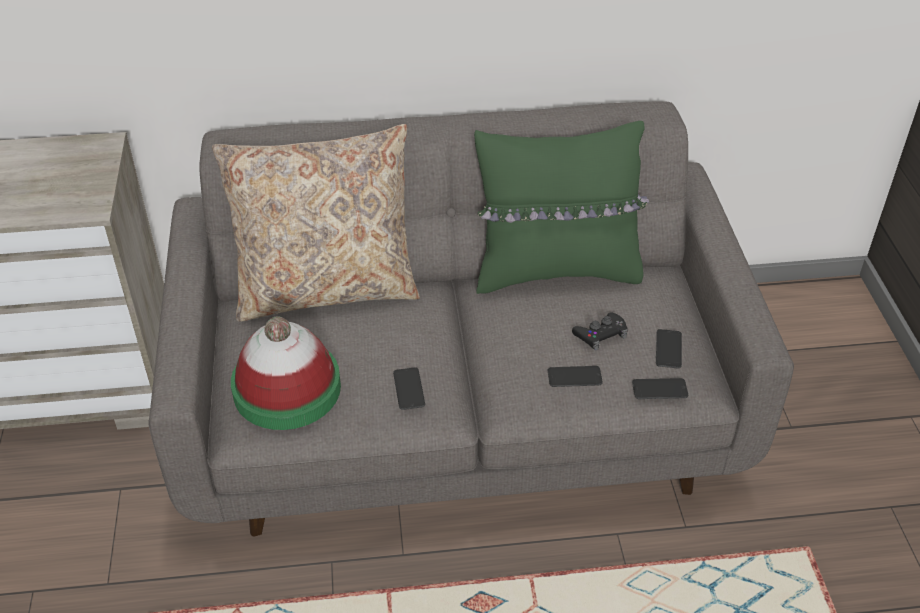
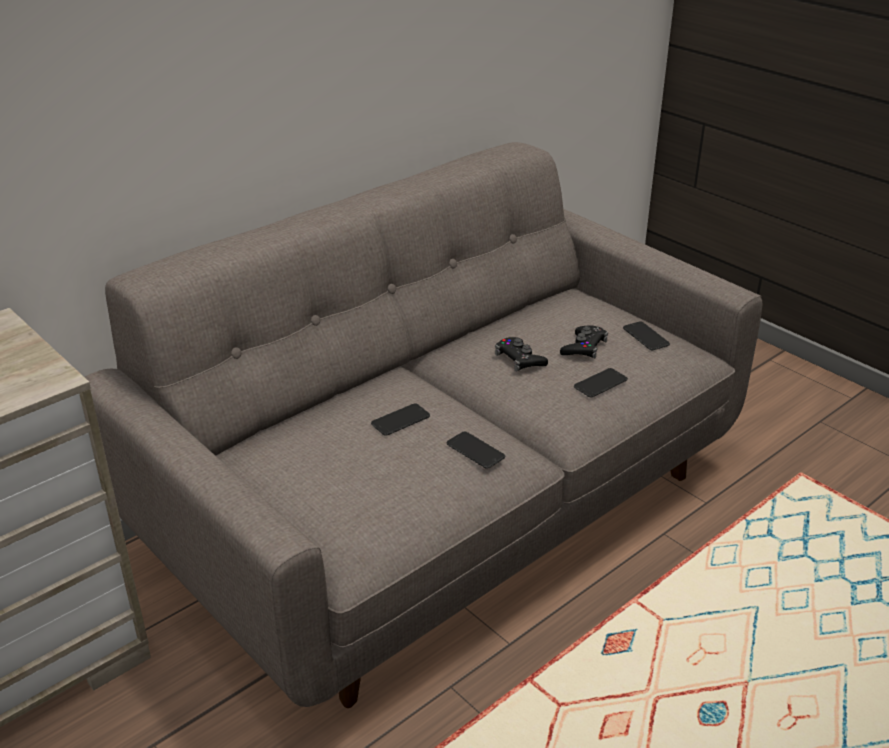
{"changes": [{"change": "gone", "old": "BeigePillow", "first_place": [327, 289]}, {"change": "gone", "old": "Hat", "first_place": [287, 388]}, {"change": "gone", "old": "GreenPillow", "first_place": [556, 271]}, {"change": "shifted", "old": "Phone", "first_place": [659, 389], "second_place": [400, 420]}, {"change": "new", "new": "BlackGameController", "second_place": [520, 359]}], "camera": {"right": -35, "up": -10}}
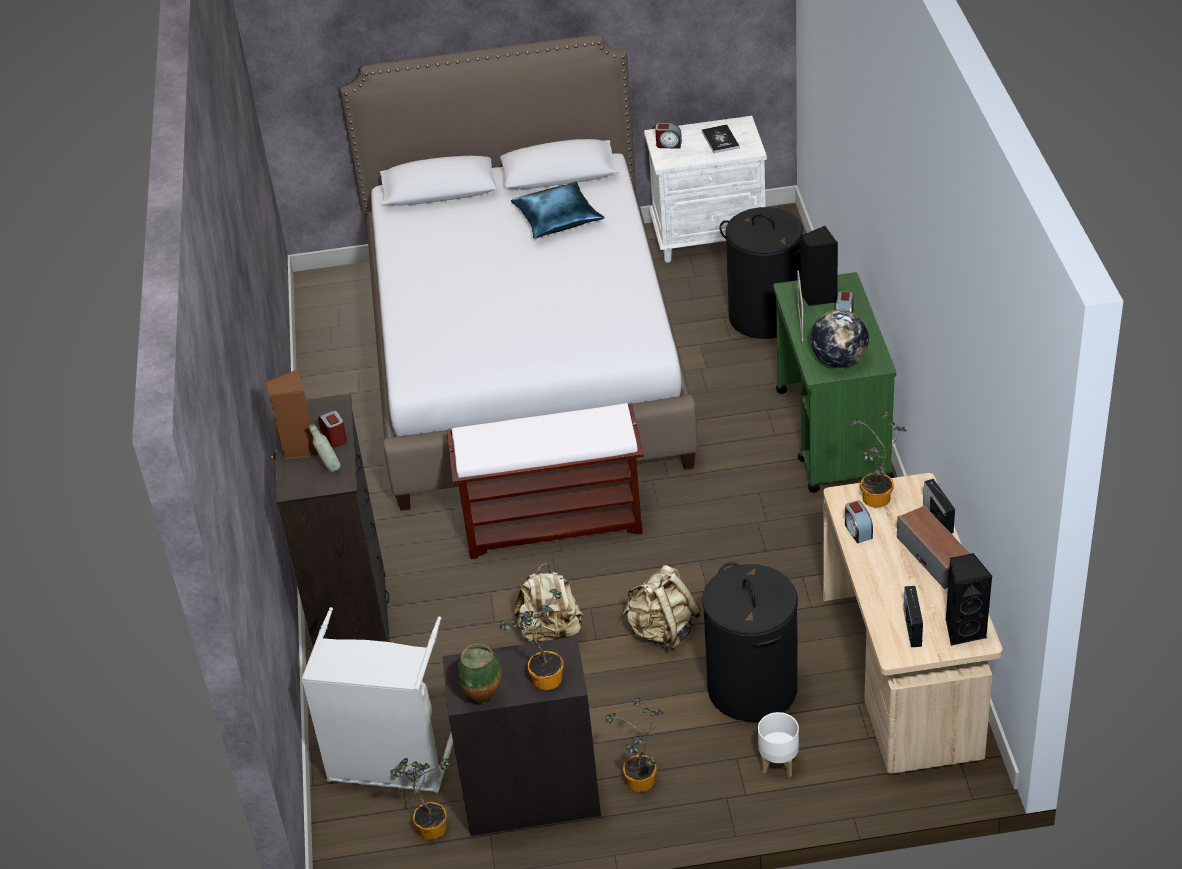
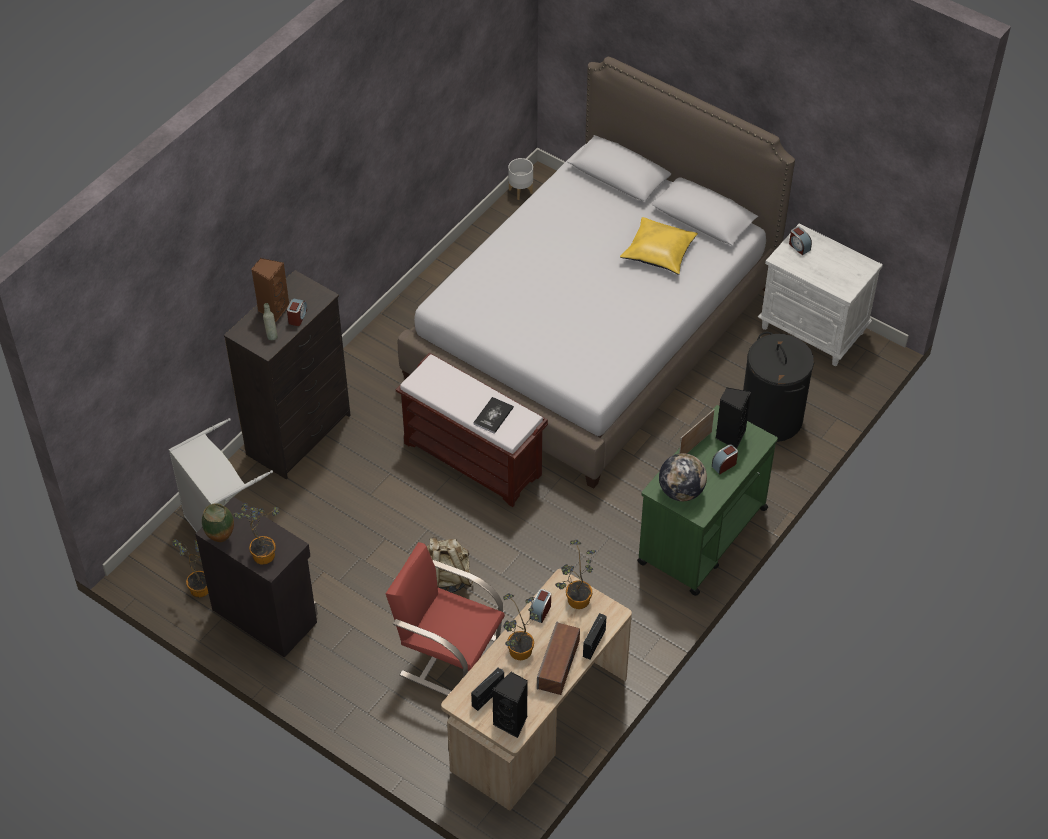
{"changes": [{"change": "repainted", "old": "BluePillow", "new": "YellowPillow", "first_place": [558, 219], "second_place": [659, 252]}, {"change": "gone", "old": "BeigeBackpack", "first_place": [551, 634]}, {"change": "shifted", "old": "PottedPlant", "first_place": [641, 784], "second_place": [518, 653]}, {"change": "shifted", "old": "Book", "first_place": [720, 140], "second_place": [493, 416]}, {"change": "swapped", "old": "BlackLaundryBasket", "new": "RedChair", "first_place": [752, 688], "second_place": [448, 655]}, {"change": "shifted", "old": "WhitePlanter", "first_place": [779, 763], "second_place": [521, 191]}], "camera": {"right": 40, "up": 10}}
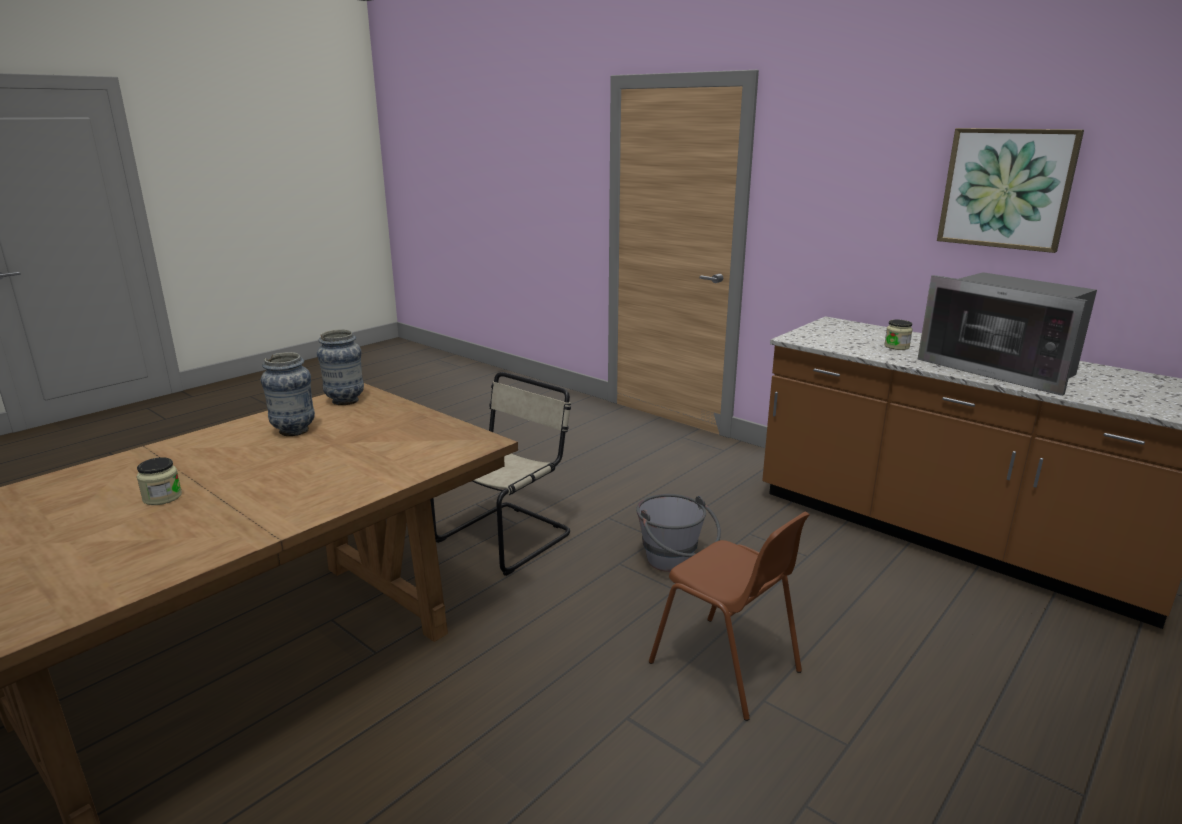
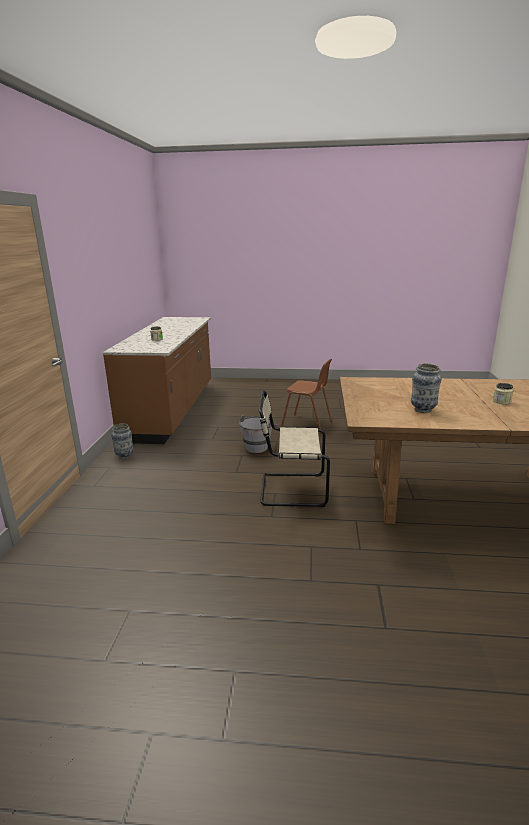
{"changes": [{"change": "shifted", "old": "Vase", "first_place": [345, 401], "second_place": [124, 456]}, {"change": "rotated", "old": "BrownChair", "first_place": [726, 668], "second_place": [307, 424], "degrees": 105}, {"change": "gone", "old": "Microwave", "first_place": [1002, 369]}, {"change": "gone", "old": "Picture", "first_place": [1006, 188]}], "camera": {"right": -125, "up": 0}}
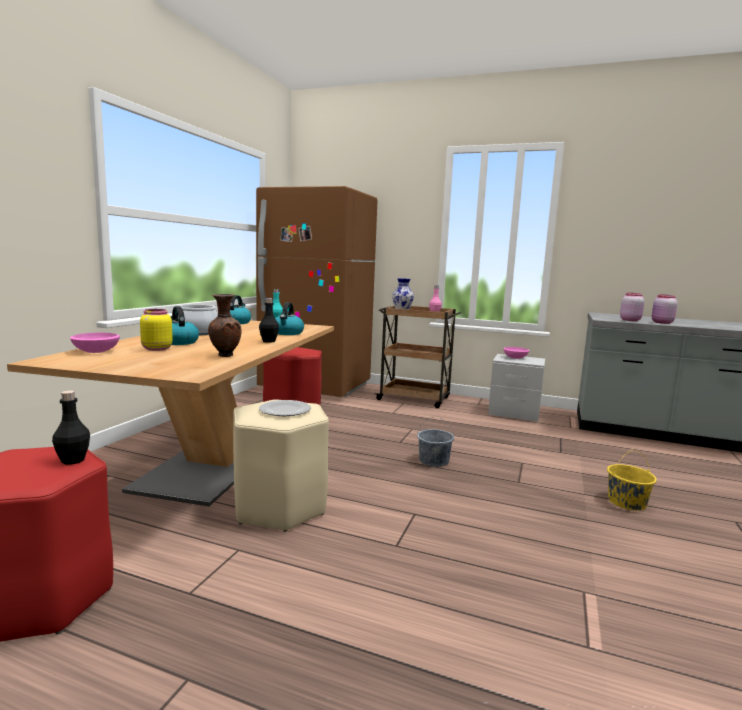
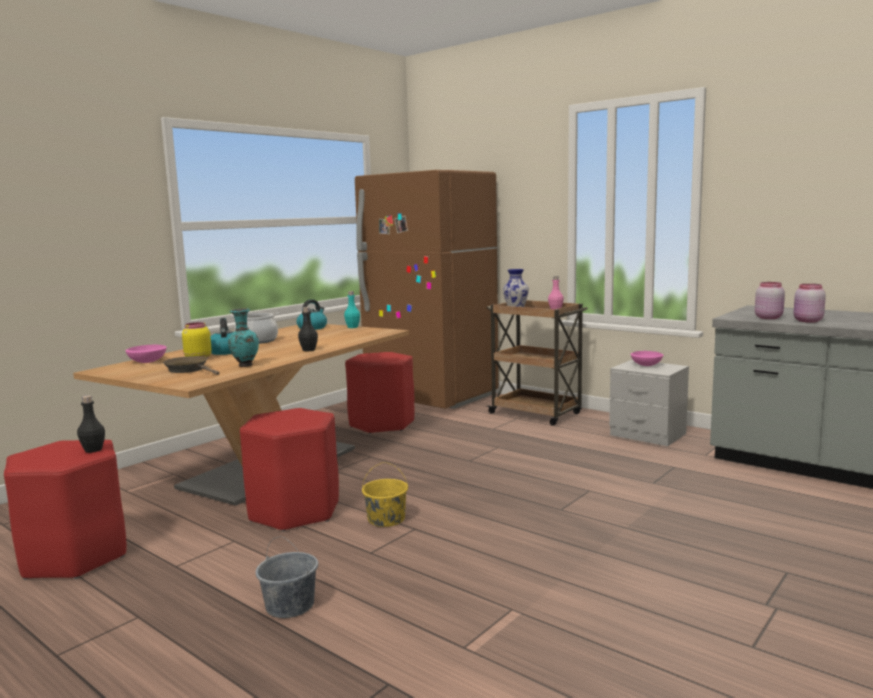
{"changes": [{"change": "repainted", "old": "BrownVase", "new": "TurquoiseVase", "first_place": [224, 355], "second_place": [244, 366]}, {"change": "repainted", "old": "BeigeStool", "new": "RedStool", "first_place": [280, 507], "second_place": [294, 512]}, {"change": "gone", "old": "Plate", "first_place": [285, 410]}, {"change": "gone", "old": "Kettle", "first_place": [287, 333]}, {"change": "shifted", "old": "GreyBucket", "first_place": [434, 461], "second_place": [290, 606]}, {"change": "shifted", "old": "YellowBucket", "first_place": [626, 502], "second_place": [386, 519]}, {"change": "new", "new": "BrownFryingPan", "second_place": [189, 370]}], "camera": {"right": 20, "up": 0}}
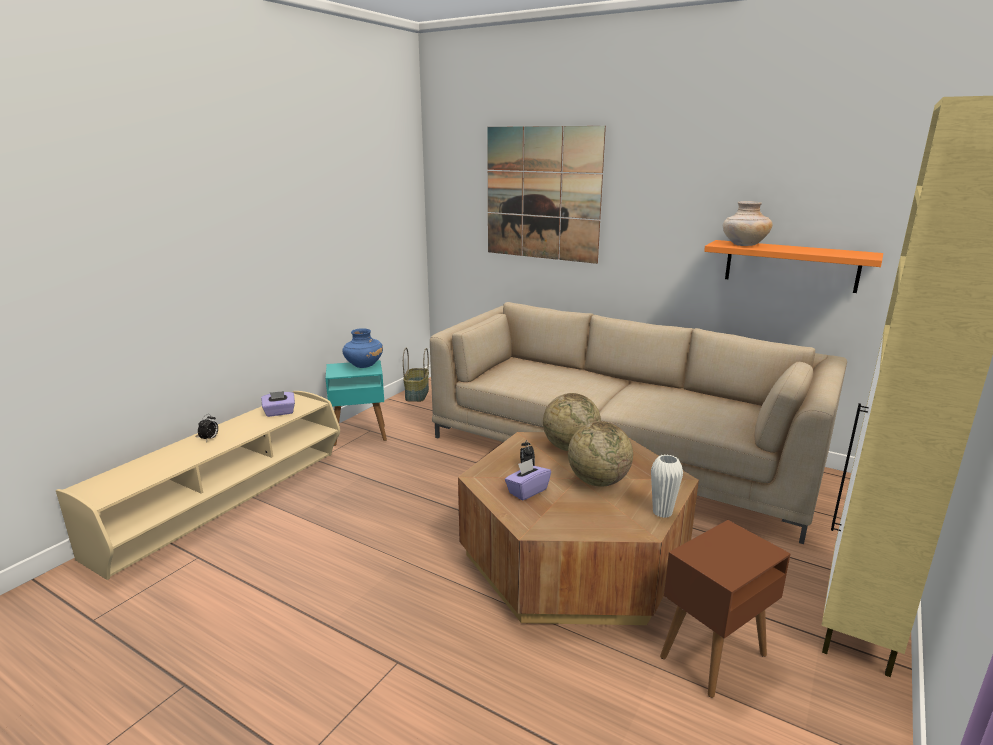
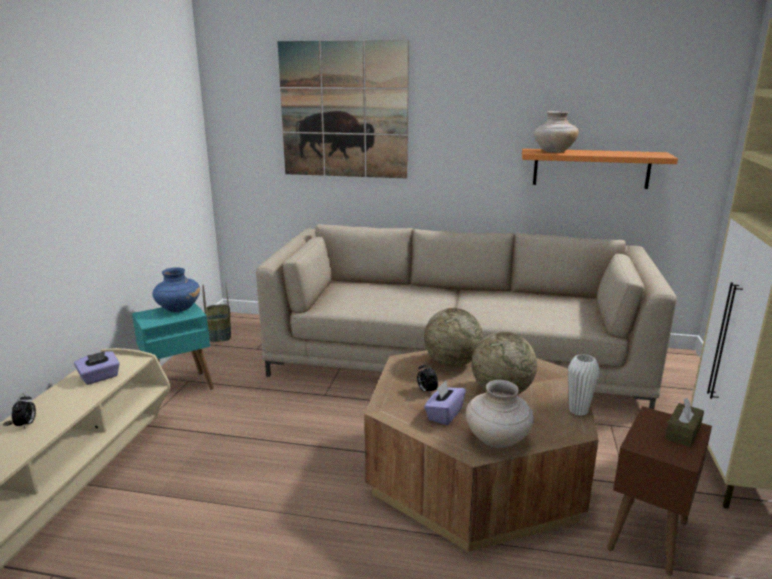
{"changes": [{"change": "new", "new": "BeigeVase", "second_place": [497, 440]}, {"change": "new", "new": "BrownTissueBox", "second_place": [682, 433]}], "camera": {"right": -20, "up": 0}}
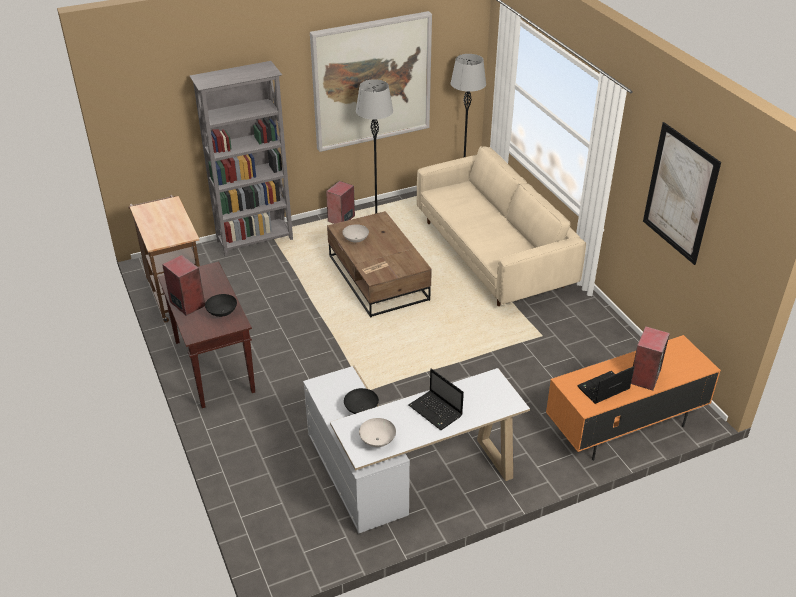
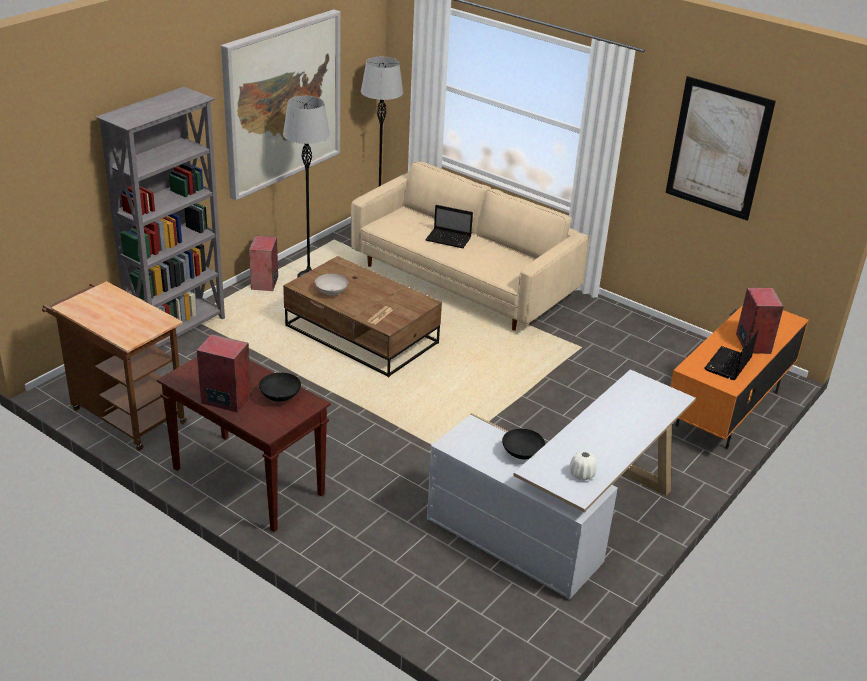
{"changes": [{"change": "swapped", "old": "WhiteBowl", "new": "WhiteVase", "first_place": [378, 441], "second_place": [582, 474]}, {"change": "shifted", "old": "Laptop", "first_place": [436, 411], "second_place": [449, 239]}], "camera": {"right": -30, "up": -5}}
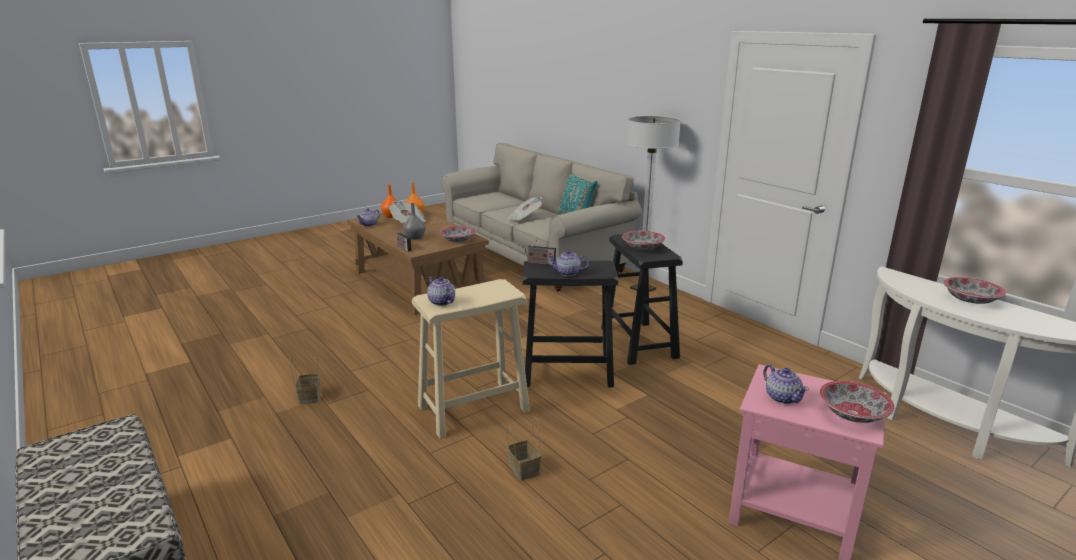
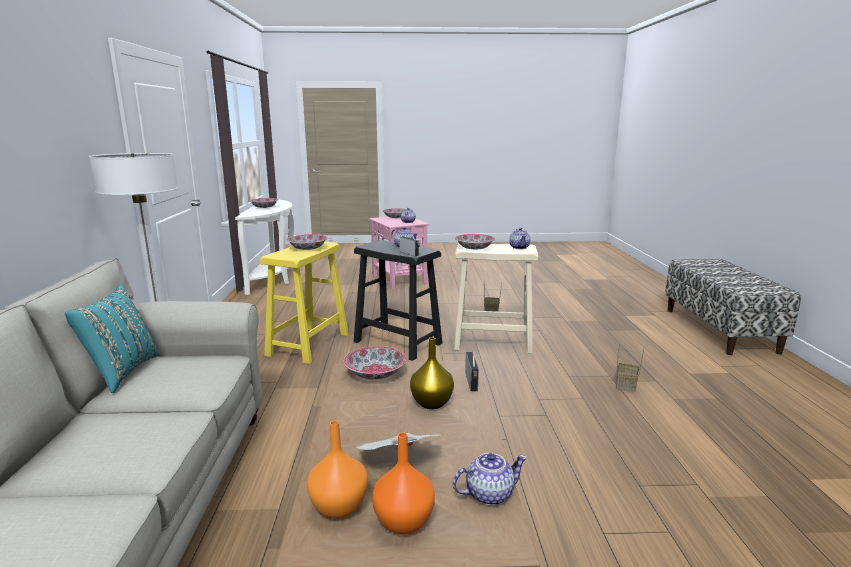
{"changes": [{"change": "repainted", "old": "GreyVase", "new": "YellowVase", "first_place": [415, 237], "second_place": [431, 403]}, {"change": "gone", "old": "Newspaper", "first_place": [524, 218]}, {"change": "repainted", "old": "BlackStool", "new": "YellowStool", "first_place": [638, 343], "second_place": [309, 344]}, {"change": "new", "new": "Bowl", "second_place": [474, 248]}], "camera": {"right": -145, "up": -5}}
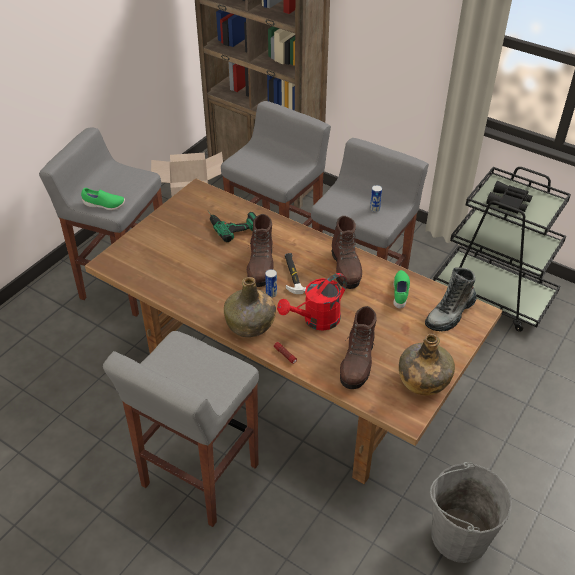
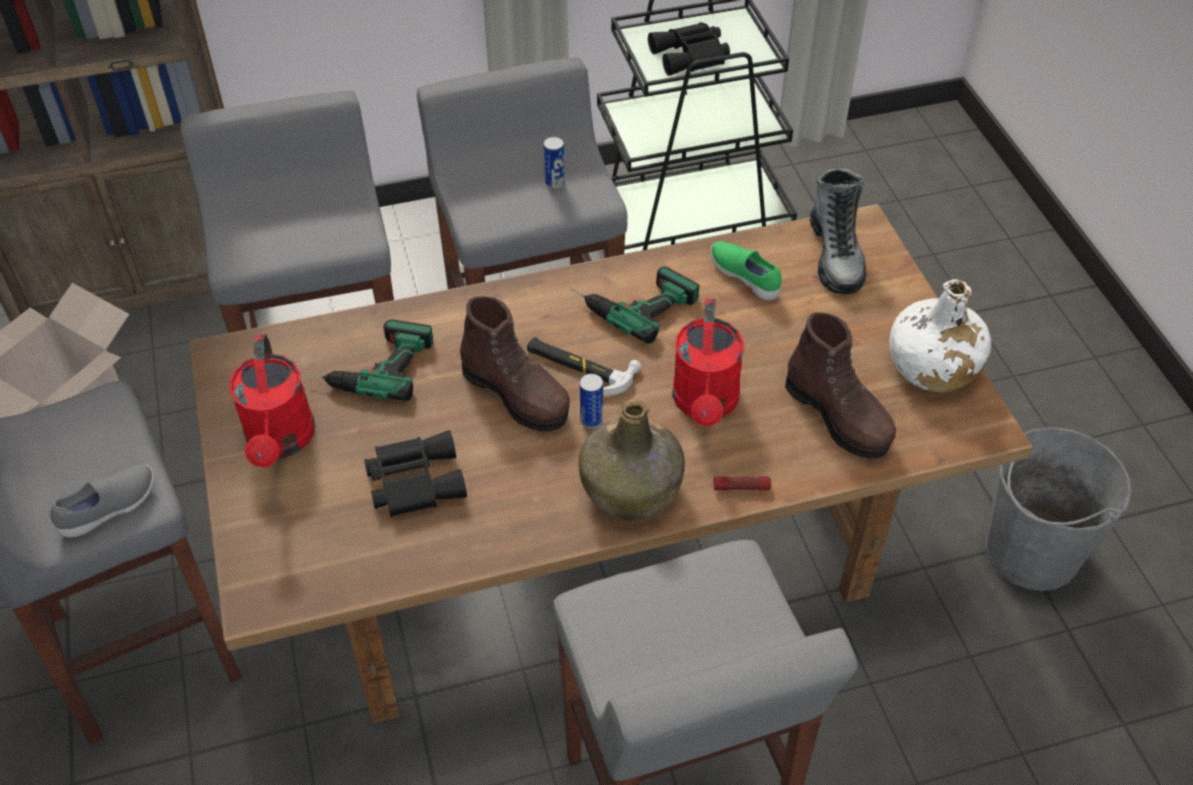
{"changes": [{"change": "repainted", "old": "GreenShoe", "new": "GreyShoe", "first_place": [104, 205], "second_place": [110, 509]}, {"change": "swapped", "old": "BrownBoot", "new": "PowerDrill", "first_place": [345, 269], "second_place": [632, 301]}, {"change": "repainted", "old": "GreenBottle", "new": "WhiteBottle", "first_place": [423, 380], "second_place": [931, 367]}, {"change": "new", "new": "RedWateringCan", "second_place": [280, 442]}, {"change": "new", "new": "BlackBinoculars", "second_place": [413, 480]}], "camera": {"right": -50, "up": 5}}
